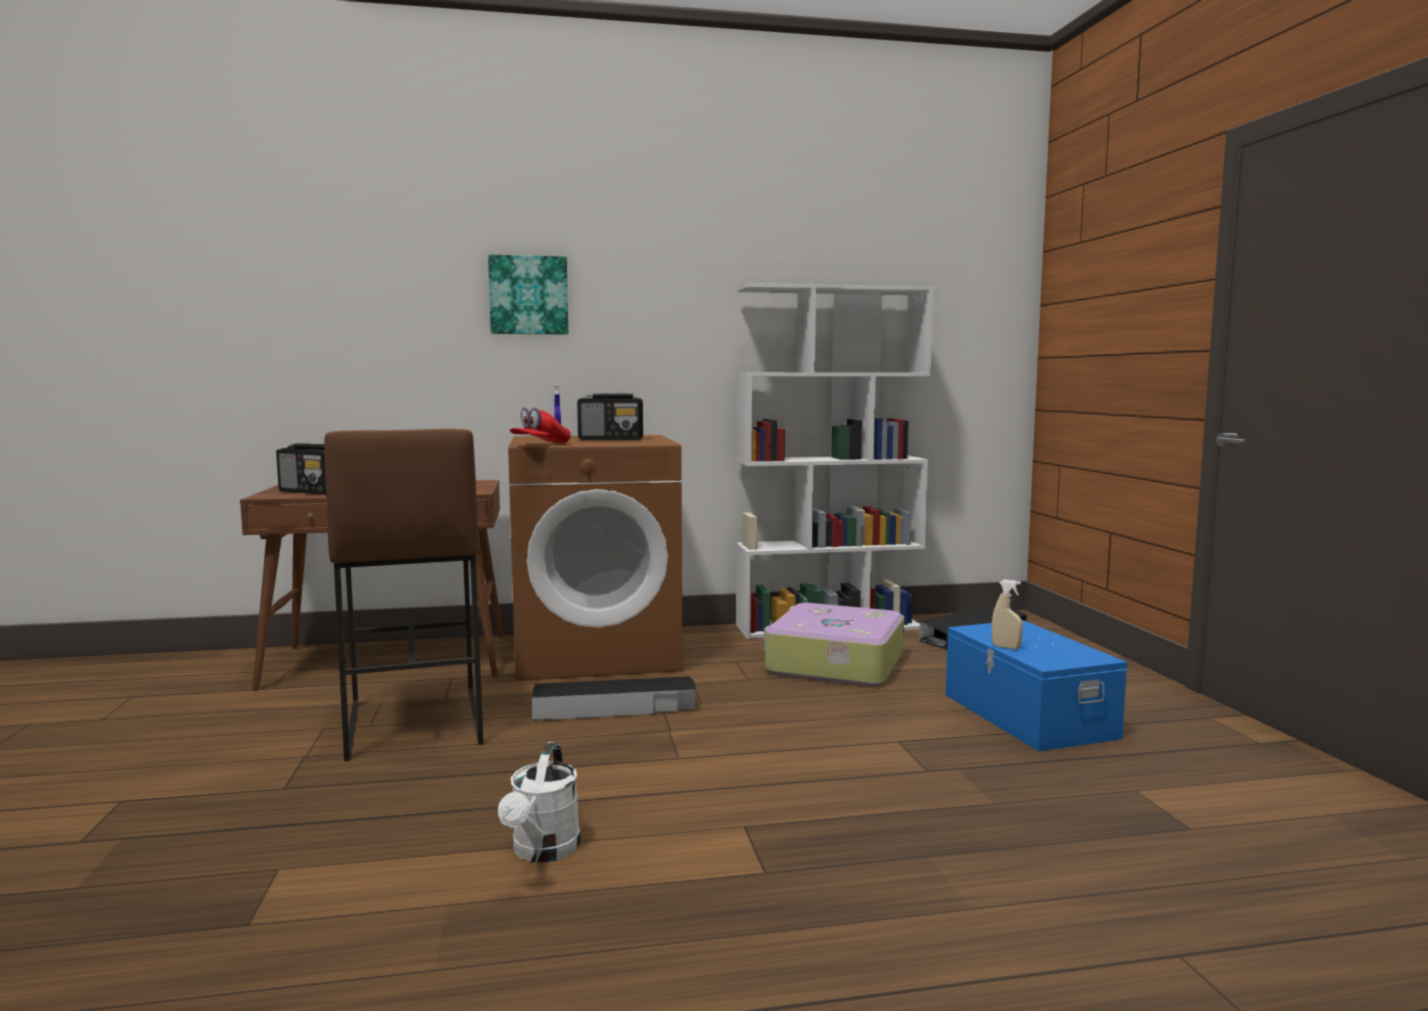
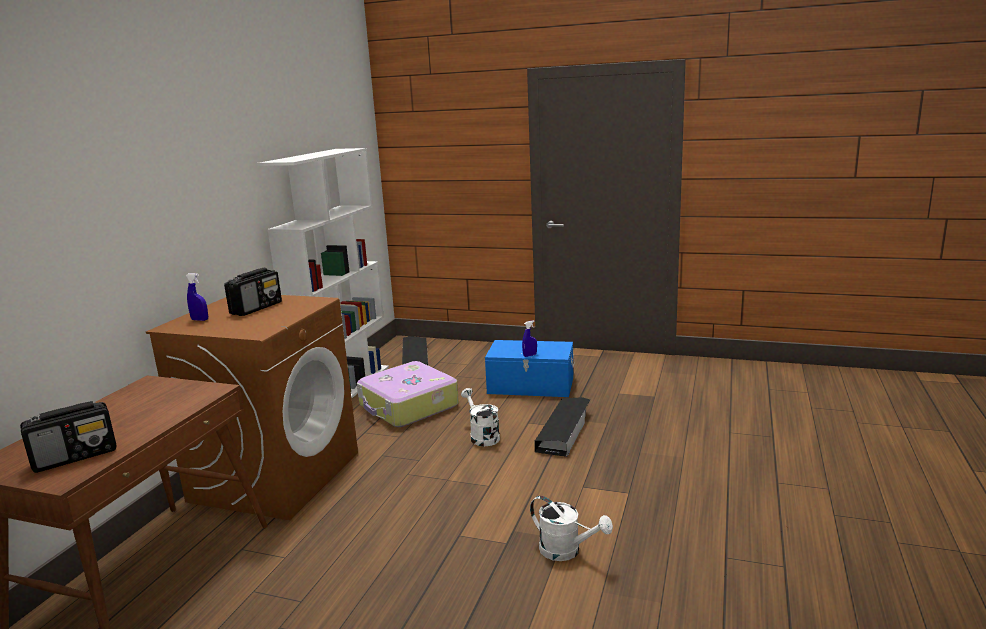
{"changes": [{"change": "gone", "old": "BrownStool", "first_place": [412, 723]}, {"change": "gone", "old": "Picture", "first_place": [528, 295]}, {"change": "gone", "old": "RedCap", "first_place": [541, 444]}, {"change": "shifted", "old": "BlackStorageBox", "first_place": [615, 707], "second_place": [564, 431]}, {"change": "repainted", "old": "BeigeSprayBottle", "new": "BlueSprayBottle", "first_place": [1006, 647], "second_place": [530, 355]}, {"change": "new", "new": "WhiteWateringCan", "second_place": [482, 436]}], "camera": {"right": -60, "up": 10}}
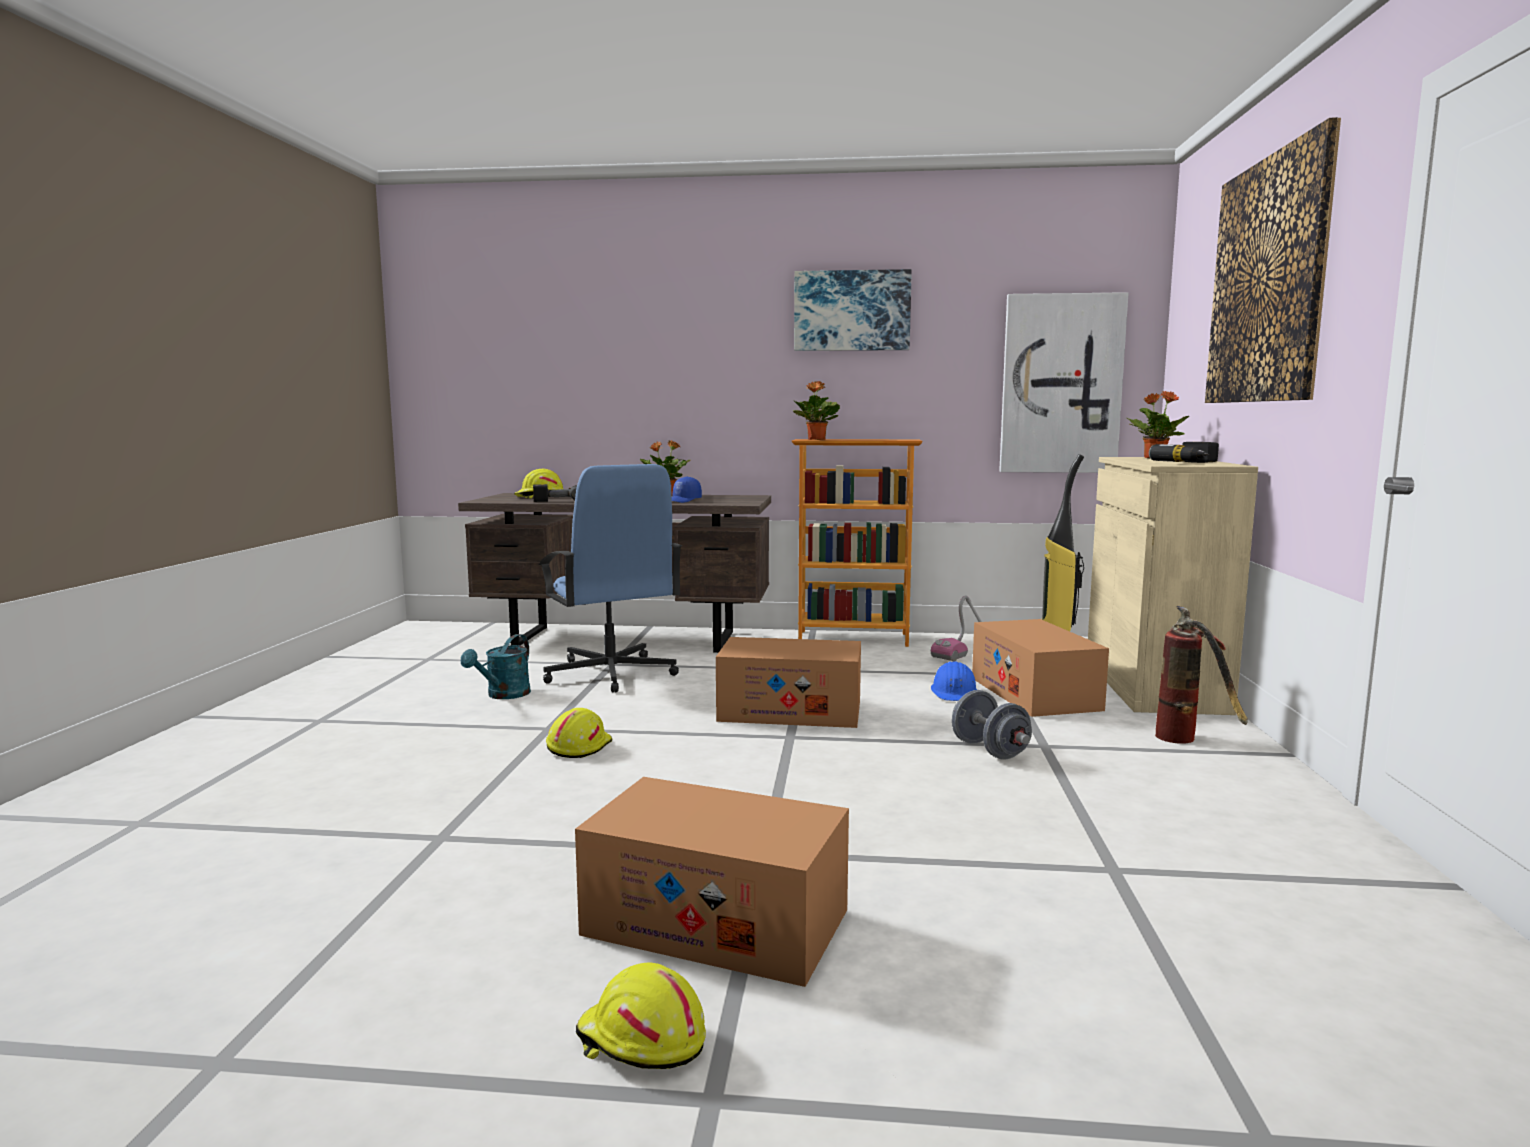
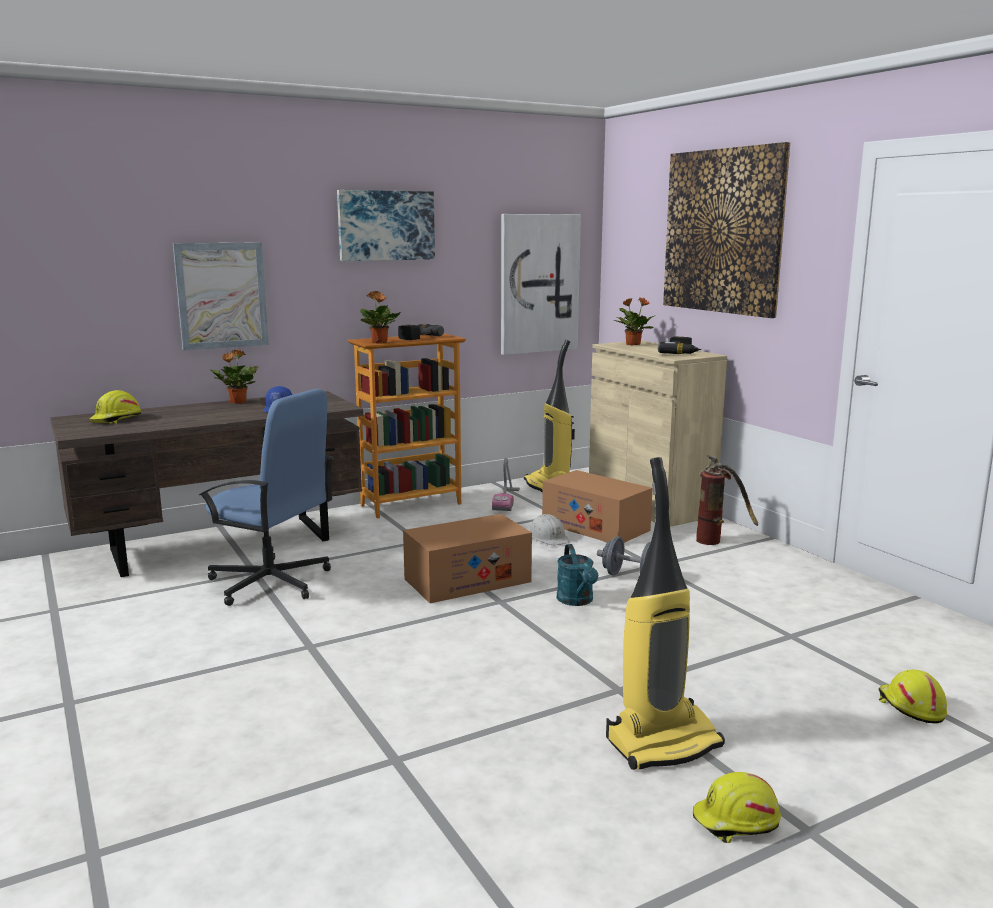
{"changes": [{"change": "shifted", "old": "TurquoiseWateringCan", "first_place": [503, 695], "second_place": [577, 601]}, {"change": "shifted", "old": "PowerDrill", "first_place": [558, 500], "second_place": [416, 337]}, {"change": "shifted", "old": "YellowHardHat", "first_place": [578, 746], "second_place": [910, 707]}, {"change": "swapped", "old": "CardboardBox", "new": "VacuumCleaner", "first_place": [716, 922], "second_place": [663, 742]}, {"change": "repainted", "old": "BlueHardHat", "new": "WhiteHardHat", "first_place": [954, 692], "second_place": [548, 537]}, {"change": "new", "new": "Picture", "second_place": [222, 295]}], "camera": {"right": -35, "up": 5}}
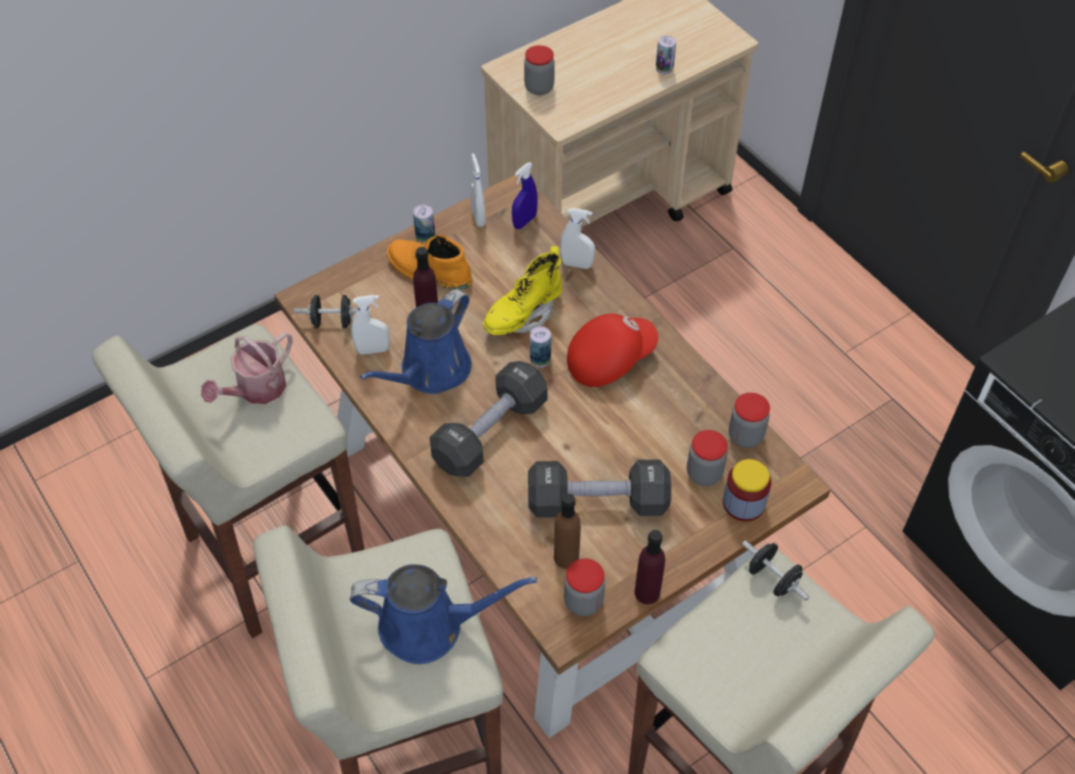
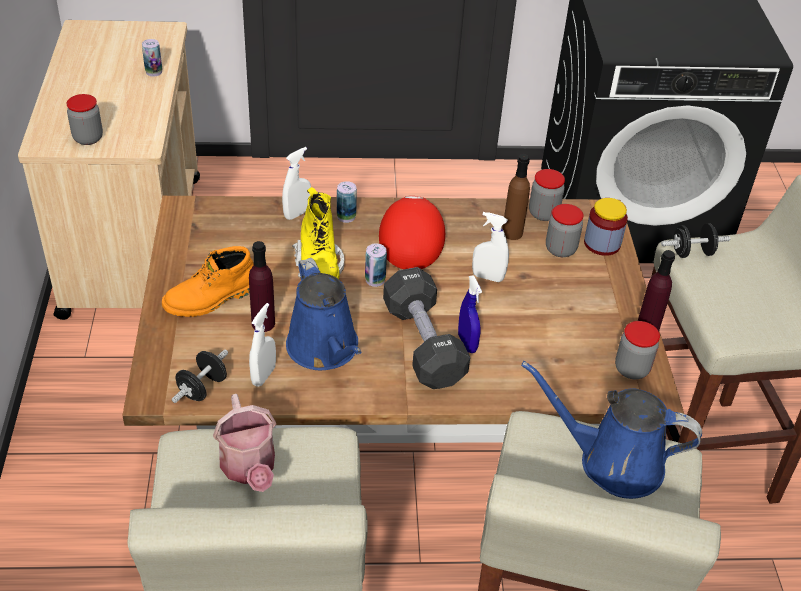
{"changes": [{"change": "rotated", "old": "BlueWateringCan", "first_place": [429, 626], "second_place": [612, 462], "degrees": -105}, {"change": "shifted", "old": "Can", "first_place": [425, 237], "second_place": [346, 216]}, {"change": "shifted", "old": "WhiteSprayBottle", "first_place": [478, 217], "second_place": [487, 277]}, {"change": "shifted", "old": "BlueSprayBottle", "first_place": [524, 221], "second_place": [467, 343]}, {"change": "gone", "old": "BlackDumbbell", "first_place": [597, 502]}, {"change": "shifted", "old": "BrownBottle", "first_place": [566, 557], "second_place": [512, 233]}], "camera": {"right": -60, "up": -10}}
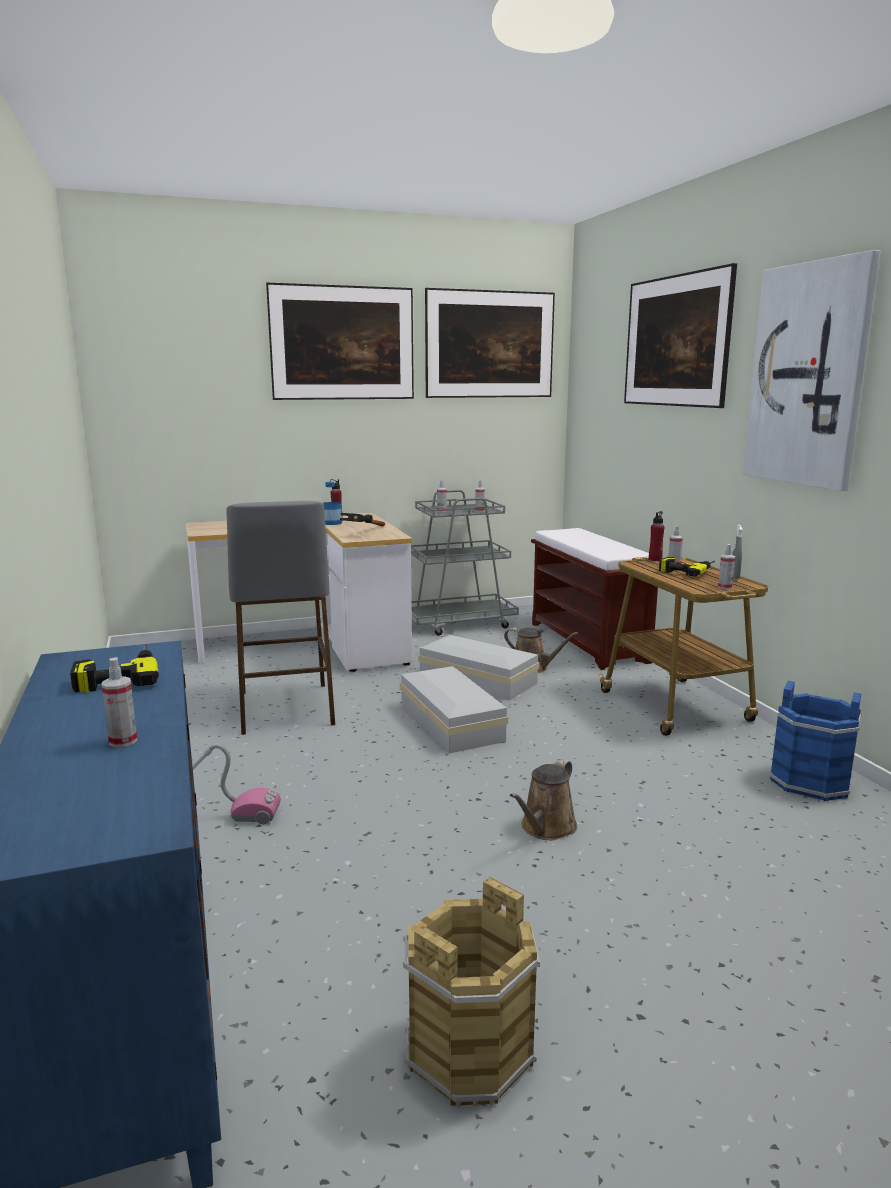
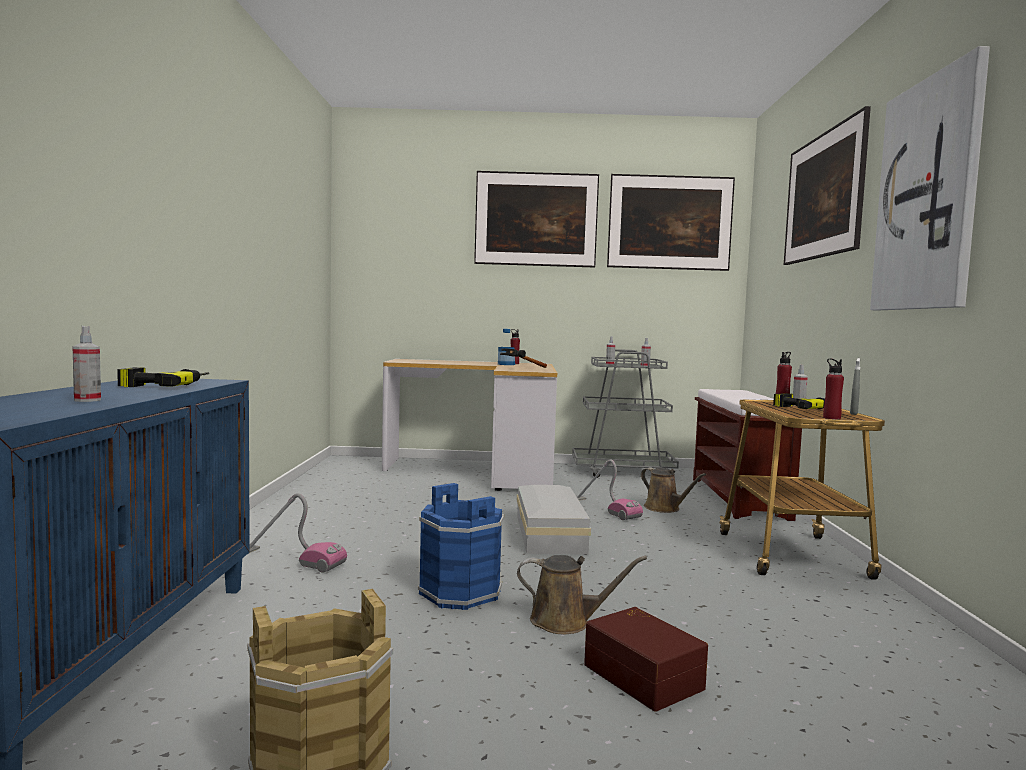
{"changes": [{"change": "gone", "old": "GreyStool", "first_place": [286, 708]}, {"change": "swapped", "old": "WhiteStorageBox", "new": "VacuumCleaner", "first_place": [477, 679], "second_place": [603, 509]}, {"change": "rotated", "old": "BrownWateringCan", "first_place": [546, 828], "second_place": [566, 621], "degrees": -135}, {"change": "swapped", "old": "SprayBottle", "new": "RedBottle", "first_place": [725, 587], "second_place": [831, 418]}, {"change": "shifted", "old": "BlueBucket", "first_place": [810, 781], "second_place": [460, 592]}, {"change": "new", "new": "BrownStorageBox", "second_place": [644, 675]}], "camera": {"right": 20, "up": -10}}
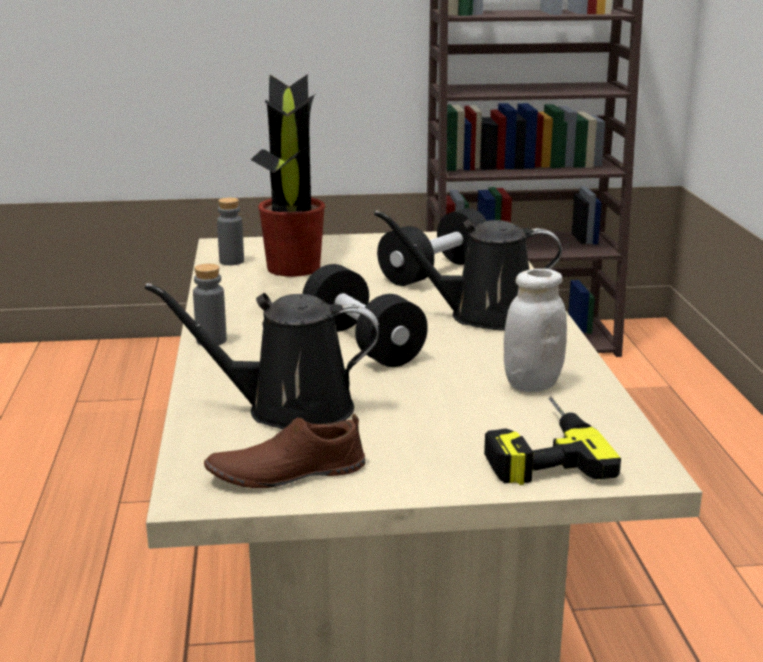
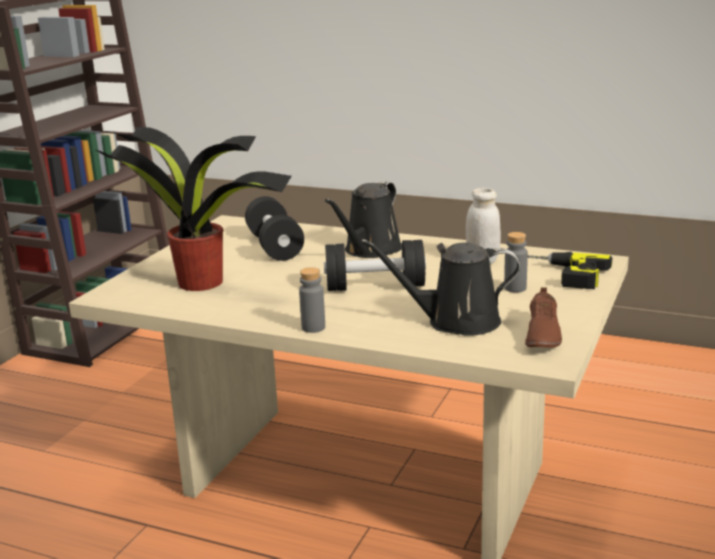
{"changes": [{"change": "rotated", "old": "BlackWateringCan", "first_place": [289, 409], "second_place": [456, 322], "degrees": 60}, {"change": "shifted", "old": "GreyBottle", "first_place": [231, 261], "second_place": [515, 288]}], "camera": {"right": -60, "up": 0}}
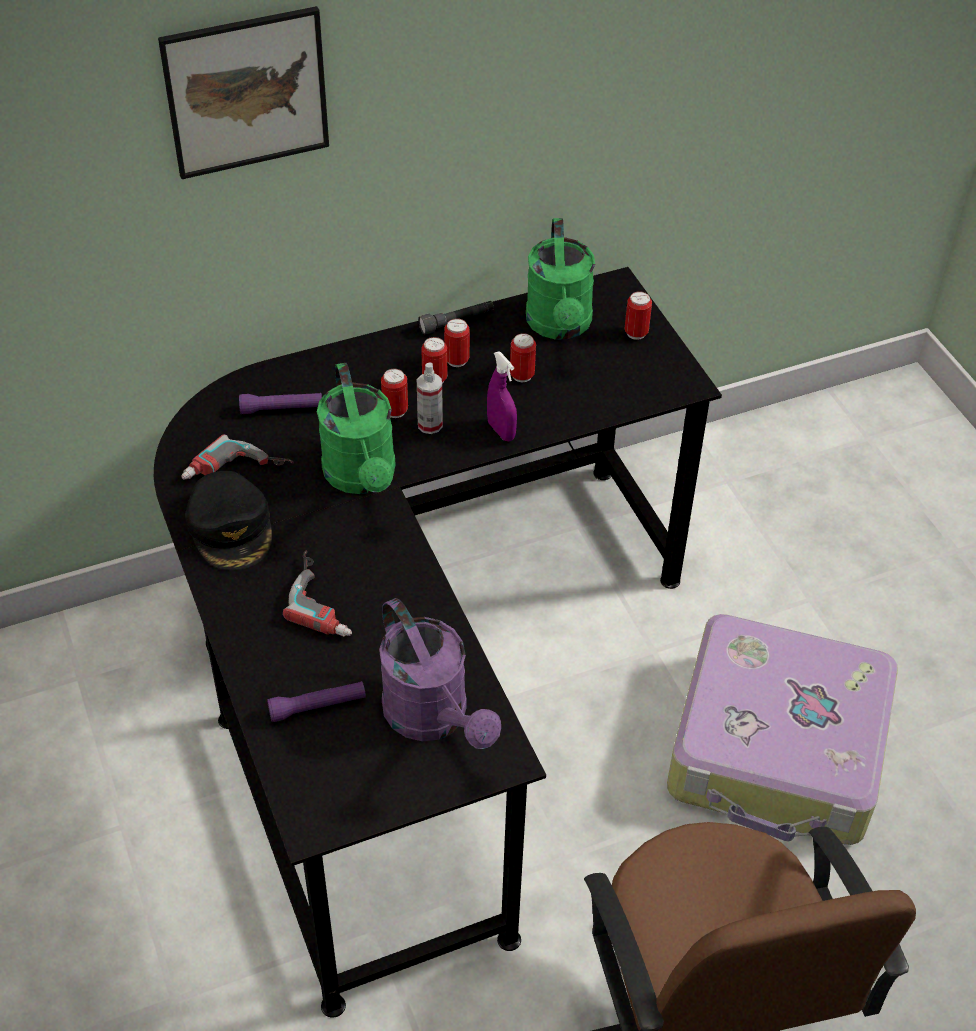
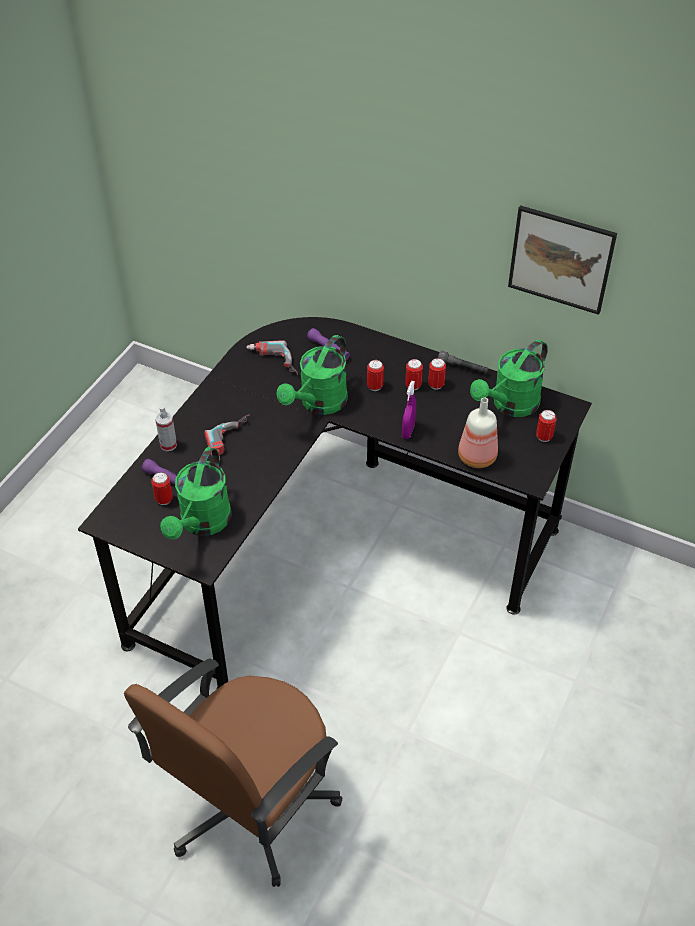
{"changes": [{"change": "shifted", "old": "Picture", "first_place": [246, 92], "second_place": [561, 259]}, {"change": "gone", "old": "BlackCap", "first_place": [231, 528]}, {"change": "repainted", "old": "PurpleWateringCan", "new": "GreenWateringCan", "first_place": [434, 718], "second_place": [202, 524]}, {"change": "shifted", "old": "SprayBottle", "first_place": [430, 425], "second_place": [168, 445]}, {"change": "shifted", "old": "Can", "first_place": [522, 375], "second_place": [164, 499]}, {"change": "gone", "old": "Suitcase", "first_place": [778, 750]}, {"change": "new", "new": "Bottle", "second_place": [477, 458]}], "camera": {"right": 50, "up": 0}}
